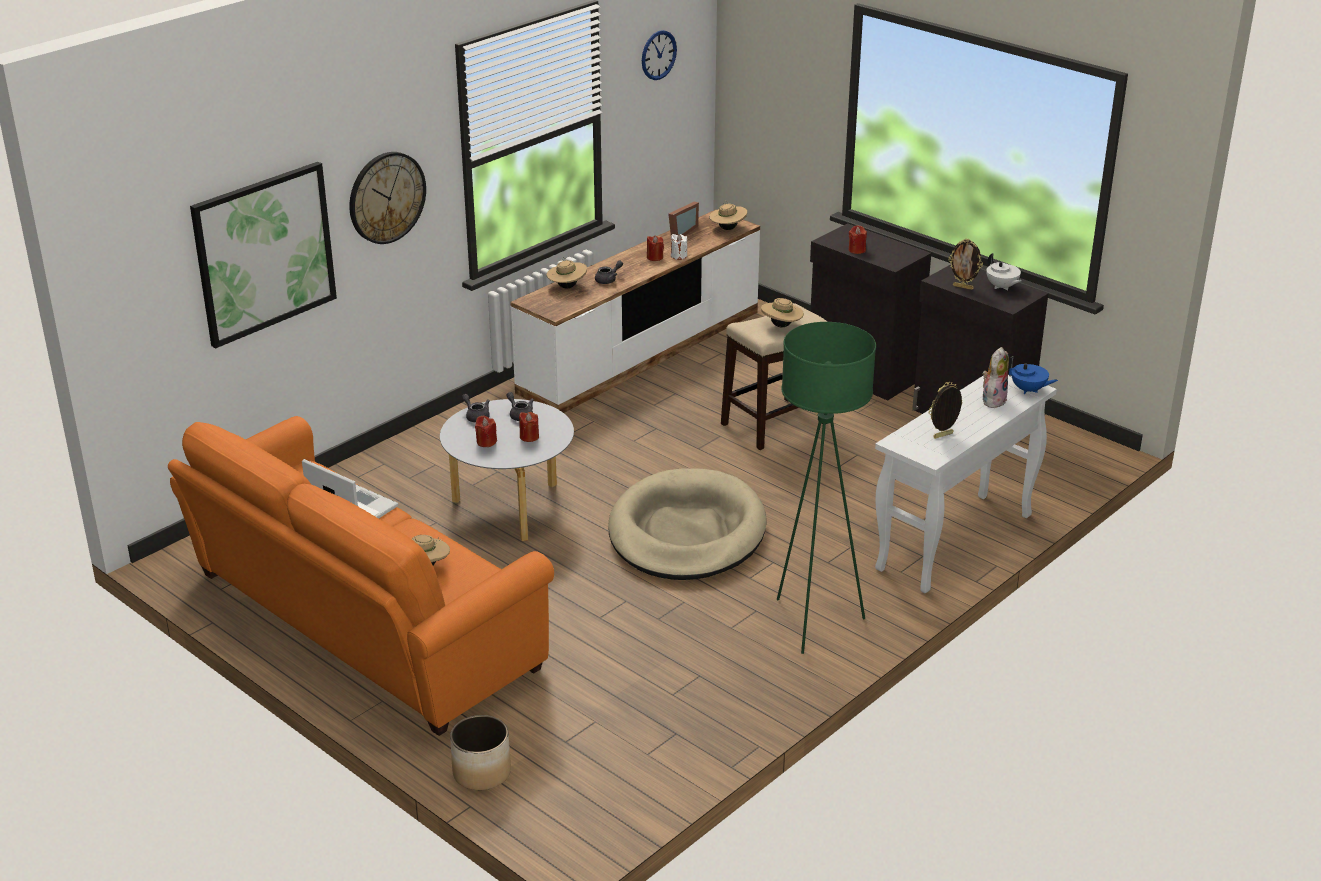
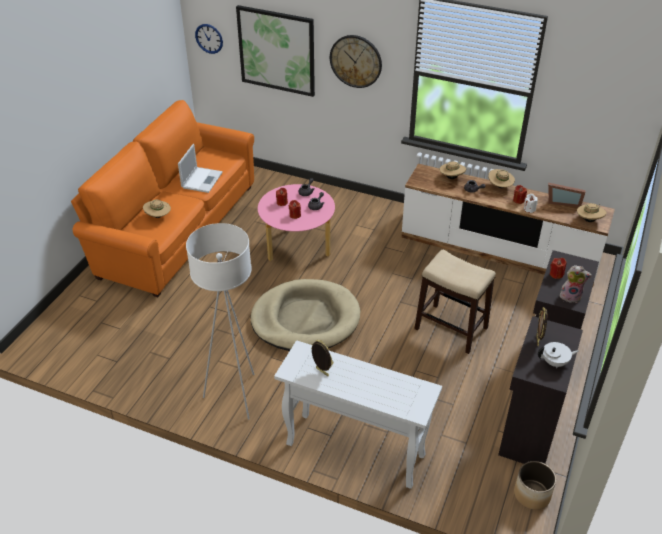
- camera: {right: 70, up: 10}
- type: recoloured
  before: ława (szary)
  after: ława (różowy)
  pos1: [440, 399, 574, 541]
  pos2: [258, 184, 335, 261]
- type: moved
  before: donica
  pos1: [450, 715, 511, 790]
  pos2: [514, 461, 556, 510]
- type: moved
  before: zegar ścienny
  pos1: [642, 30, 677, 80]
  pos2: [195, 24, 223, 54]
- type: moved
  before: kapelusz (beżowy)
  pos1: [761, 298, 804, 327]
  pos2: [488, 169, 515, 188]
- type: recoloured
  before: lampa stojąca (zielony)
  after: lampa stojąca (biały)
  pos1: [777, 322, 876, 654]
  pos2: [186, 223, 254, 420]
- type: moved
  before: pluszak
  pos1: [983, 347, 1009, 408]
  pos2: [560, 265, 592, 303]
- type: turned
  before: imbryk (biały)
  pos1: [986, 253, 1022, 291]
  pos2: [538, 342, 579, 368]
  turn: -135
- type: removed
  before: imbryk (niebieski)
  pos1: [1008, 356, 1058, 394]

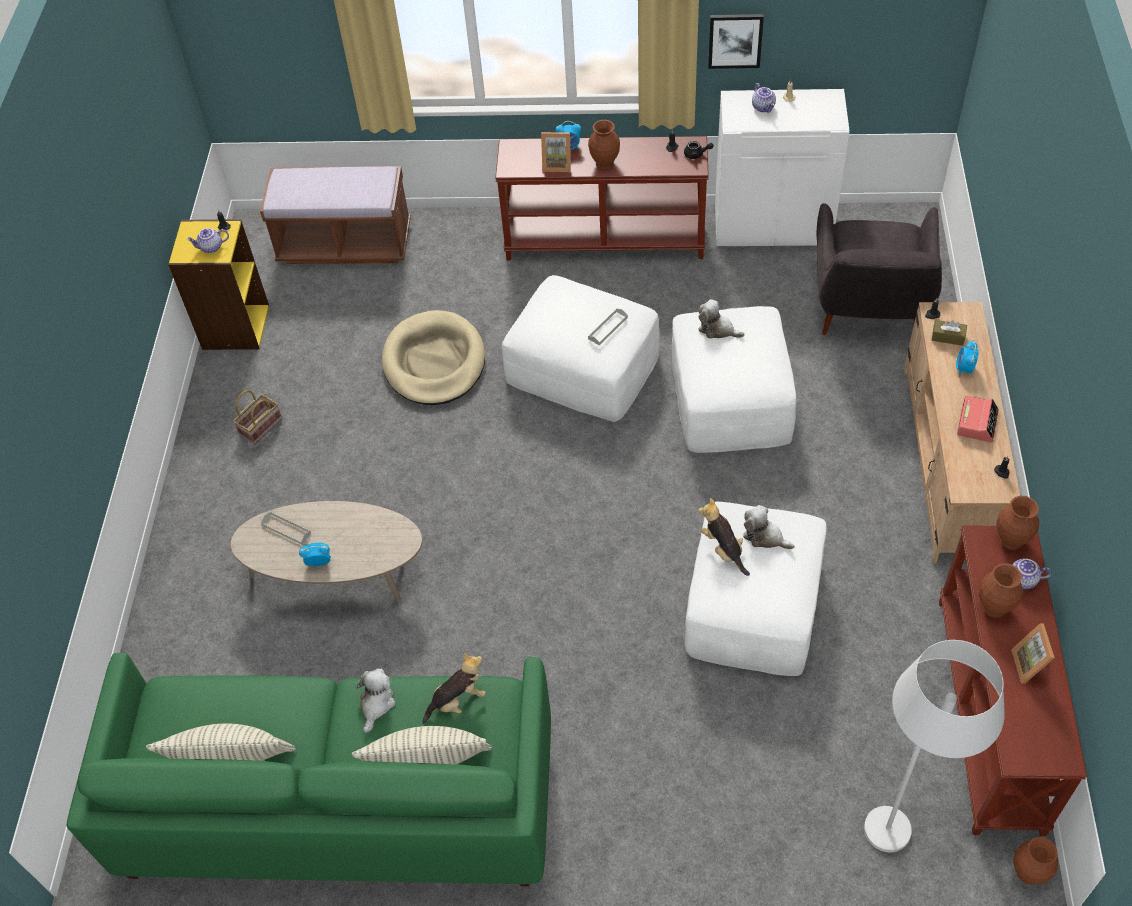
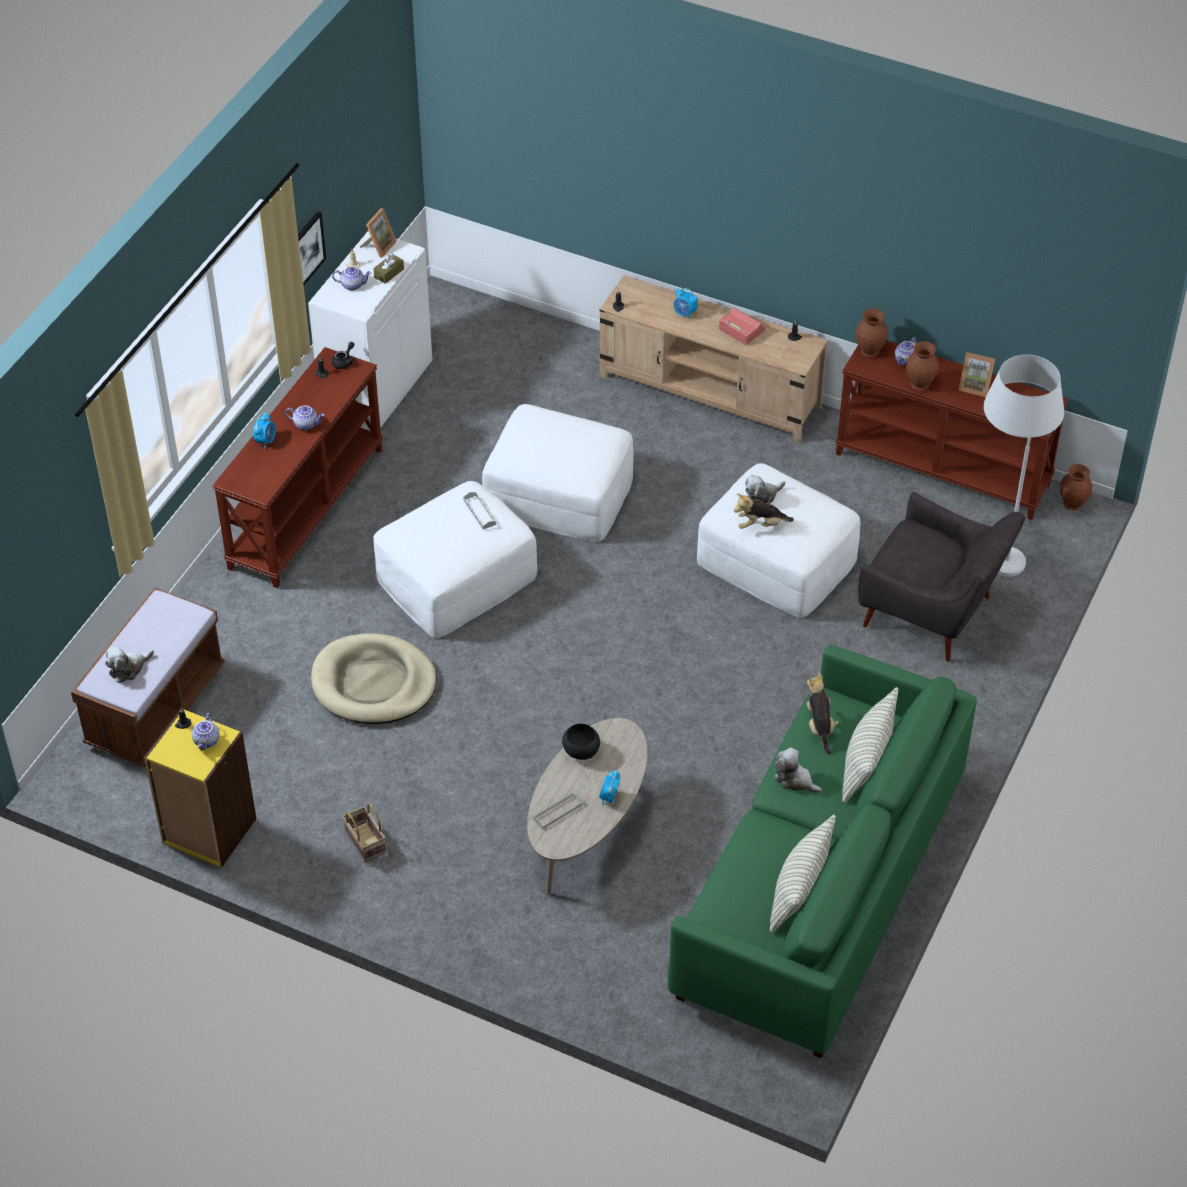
- camera: {right: -70, up: -5}
- type: moved
  before: ramka na zdjęcie
  pos1: [541, 132, 571, 172]
  pos2: [360, 208, 397, 258]
- type: replaced
  before: wazon (brązowy)
  after: imbryk
  pos1: [588, 120, 620, 169]
  pos2: [285, 405, 324, 430]
- type: moved
  before: pluszak
  pos1: [698, 299, 744, 339]
  pos2: [105, 646, 154, 683]
- type: moved
  before: fotel (szary)
  pos1: [816, 203, 942, 335]
  pos2: [858, 492, 1025, 662]
- type: moved
  before: pudełko chusteczek (brązowy)
  pos1: [932, 320, 967, 346]
  pos2: [373, 254, 404, 284]
- type: added
  after: miska (czarny)
  pos2: [562, 723, 600, 760]

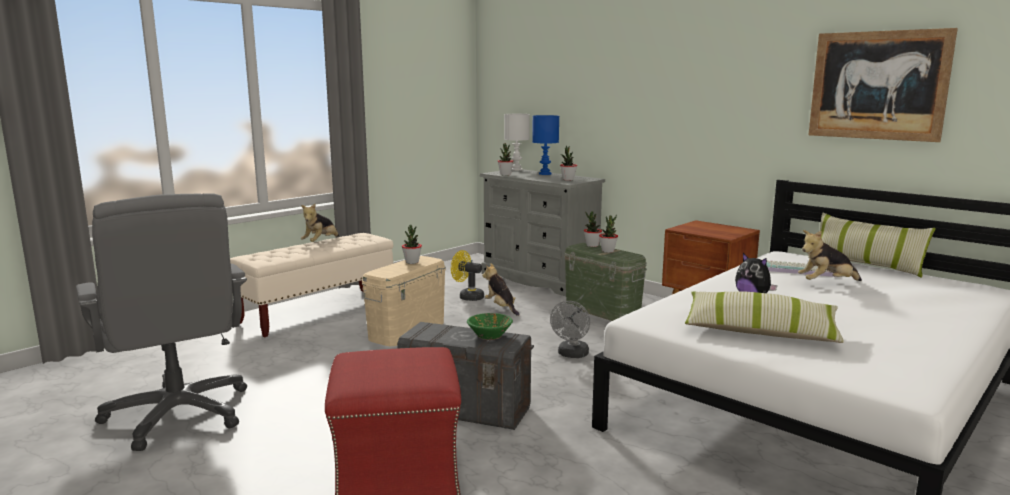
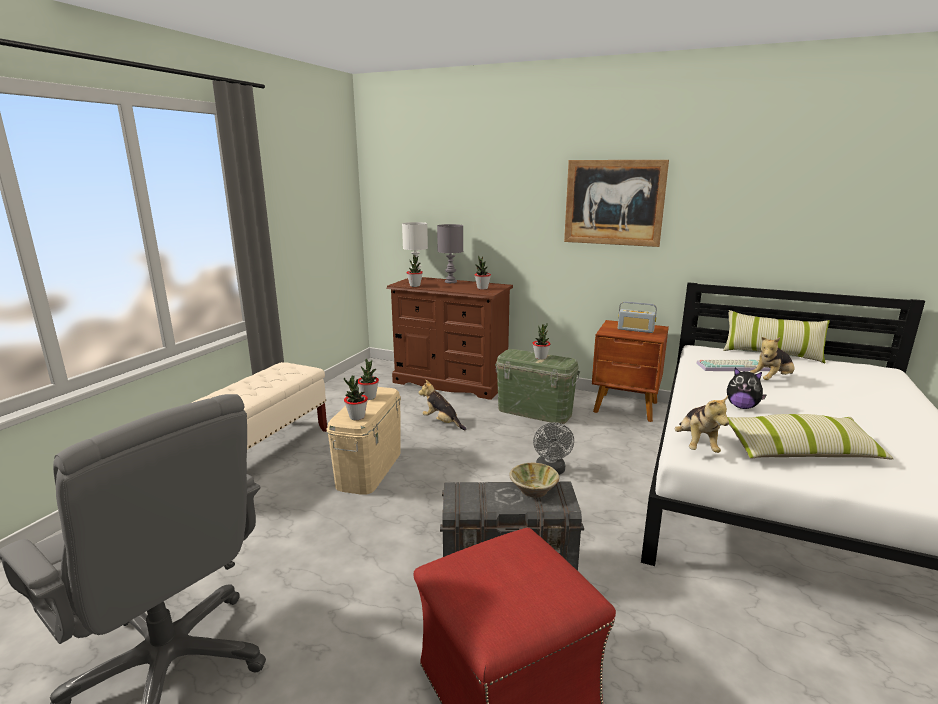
- camera: {right: -20, up: 5}
- type: moved
  before: pluszak
  pos1: [301, 204, 339, 242]
  pos2: [675, 396, 729, 453]
- type: removed
  before: wentylator (żółty)
  pos1: [451, 250, 484, 301]
- type: recoloured
  before: miska (zielony)
  after: miska (beżowy)
  pos1: [467, 313, 513, 340]
  pos2: [509, 463, 559, 498]
- type: recoloured
  before: komoda (szary)
  after: komoda (brązowy)
  pos1: [479, 169, 605, 296]
  pos2: [387, 277, 513, 400]
- type: recoloured
  before: lampa stołowa (niebieski)
  after: lampa stołowa (szary)
  pos1: [532, 115, 559, 175]
  pos2: [437, 224, 463, 283]
- type: moved
  before: roślina doniczkowa
  pos1: [584, 211, 602, 247]
  pos2: [344, 376, 368, 420]
- type: moved
  before: obraz
  pos1: [809, 28, 958, 142]
  pos2: [564, 160, 669, 247]
- type: added
  after: radio
  pos2: [618, 301, 657, 333]

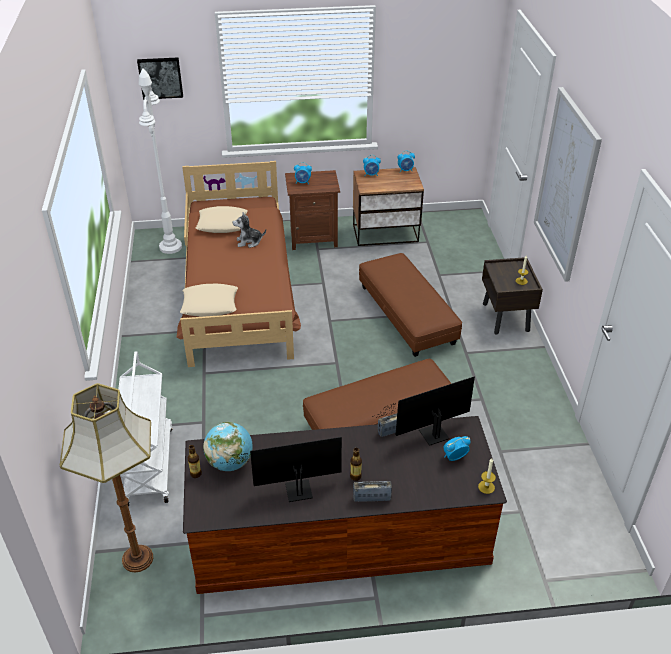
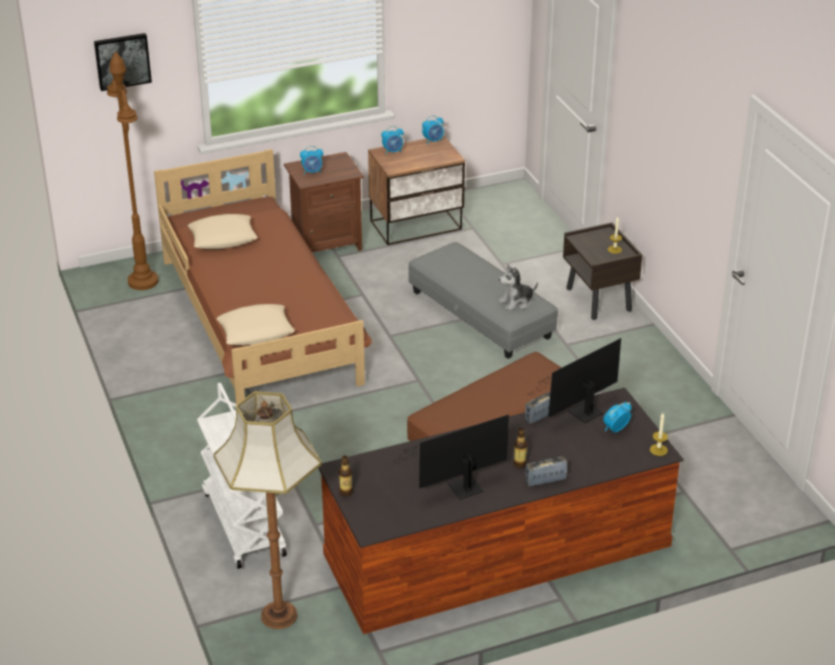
- camera: {right: -15, up: -5}
- type: recoloured
  before: lampa stojąca (biały)
  after: lampa stojąca (brązowy)
  pos1: [139, 68, 182, 254]
  pos2: [107, 51, 159, 290]
- type: removed
  before: globus
  pos1: [203, 422, 253, 471]
- type: moved
  before: pluszak
  pos1: [232, 212, 266, 248]
  pos2: [499, 264, 538, 311]
- type: recoloured
  before: pufa (brązowy)
  after: pufa (szary)
  pos1: [359, 253, 462, 357]
  pos2: [408, 242, 558, 359]
- type: removed
  before: obraz
  pos1: [534, 87, 602, 282]

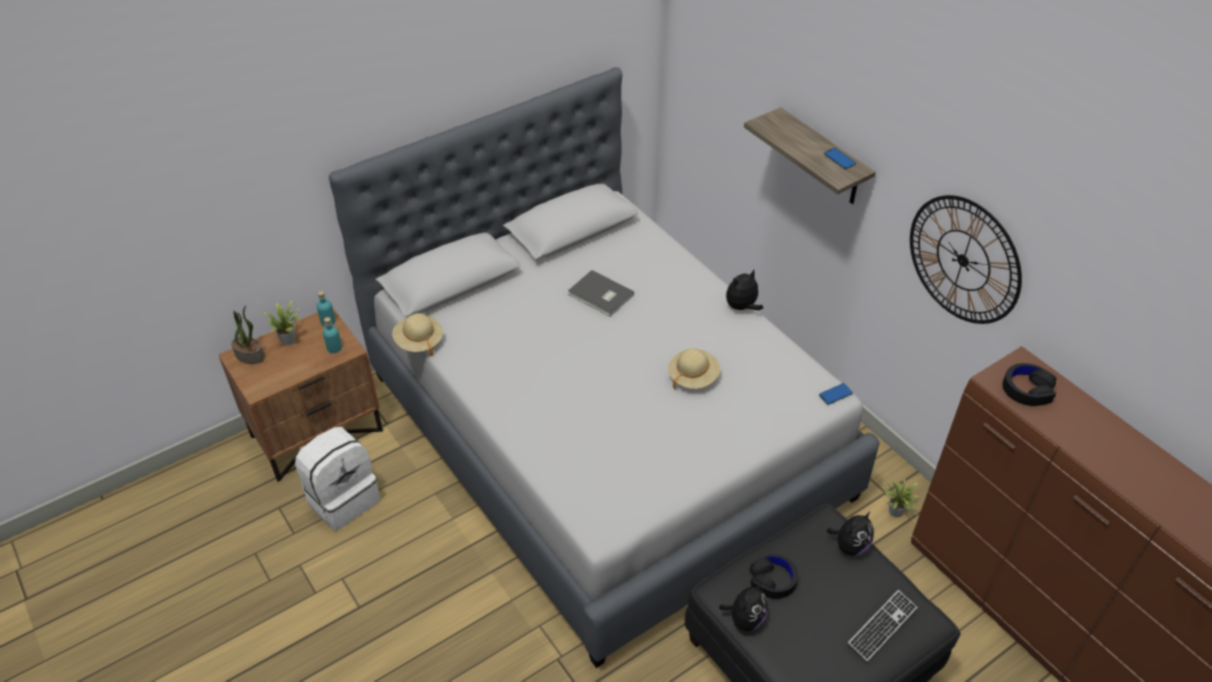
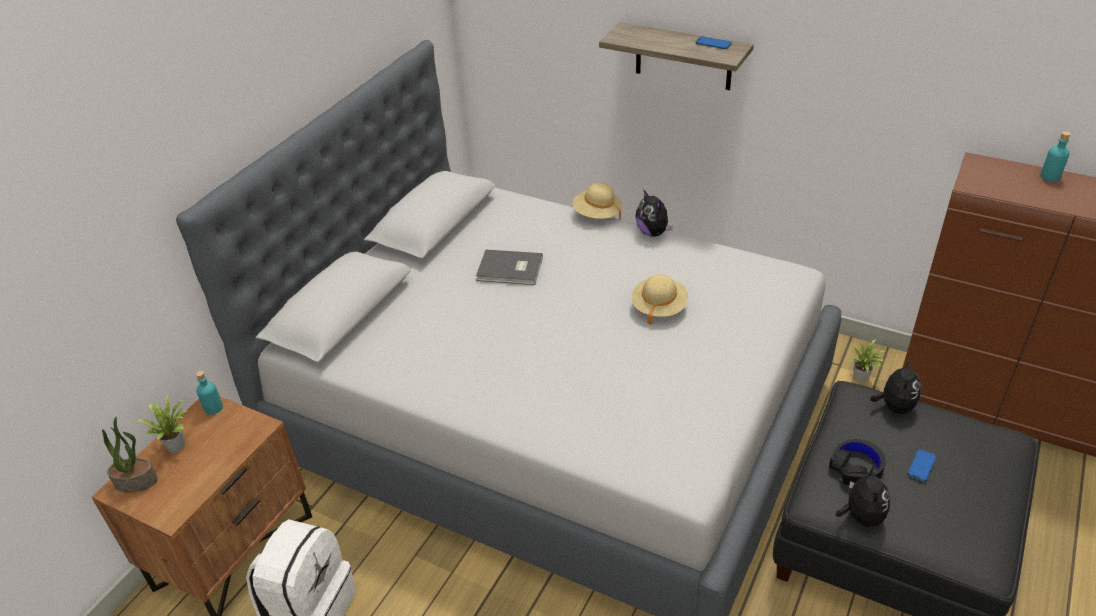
- camera: {right: -25, up: -5}
- type: moved
  before: butelka (turkusowy)
  pos1: [323, 317, 342, 353]
  pos2: [1040, 131, 1071, 182]
- type: moved
  before: kapelusz (beżowy)
  pos1: [392, 313, 443, 356]
  pos2: [573, 183, 622, 220]
- type: turned
  before: pluszak
  pos1: [726, 270, 763, 310]
  pos2: [635, 190, 673, 237]
  turn: -60
- type: moved
  before: telefon
  pos1: [819, 383, 853, 405]
  pos2: [907, 449, 937, 482]
- type: removed
  before: klawiatura
  pos1: [848, 590, 918, 661]
- type: removed
  before: zegar ścienny
  pos1: [910, 195, 1022, 324]
- type: removed
  before: słuchawki (czarny)
  pos1: [1002, 363, 1057, 406]

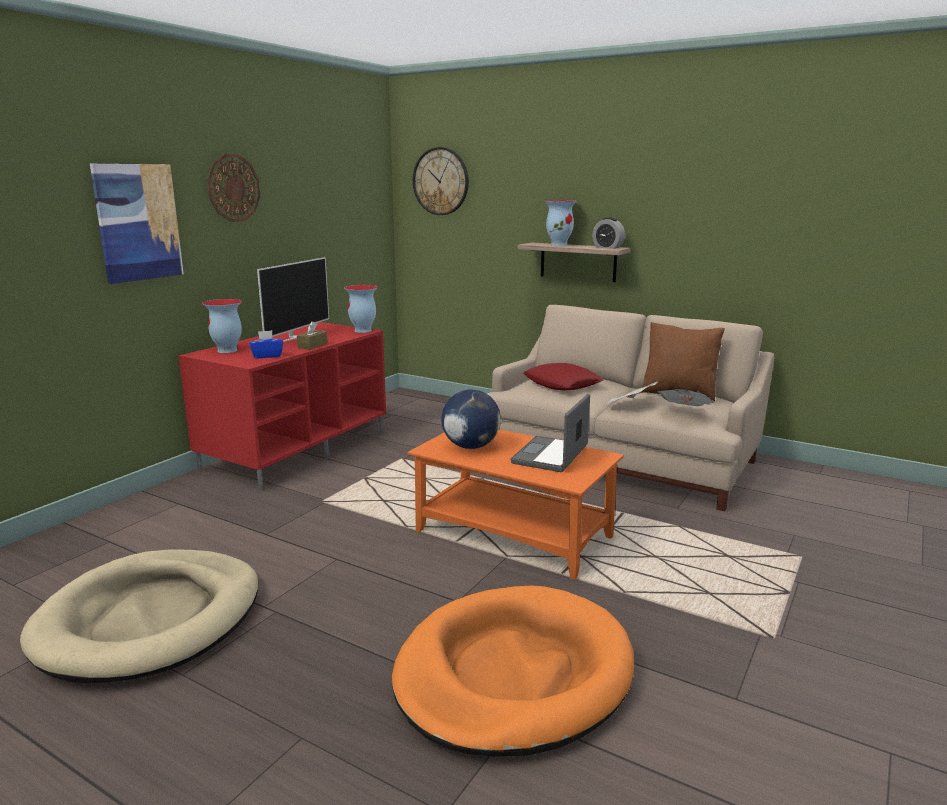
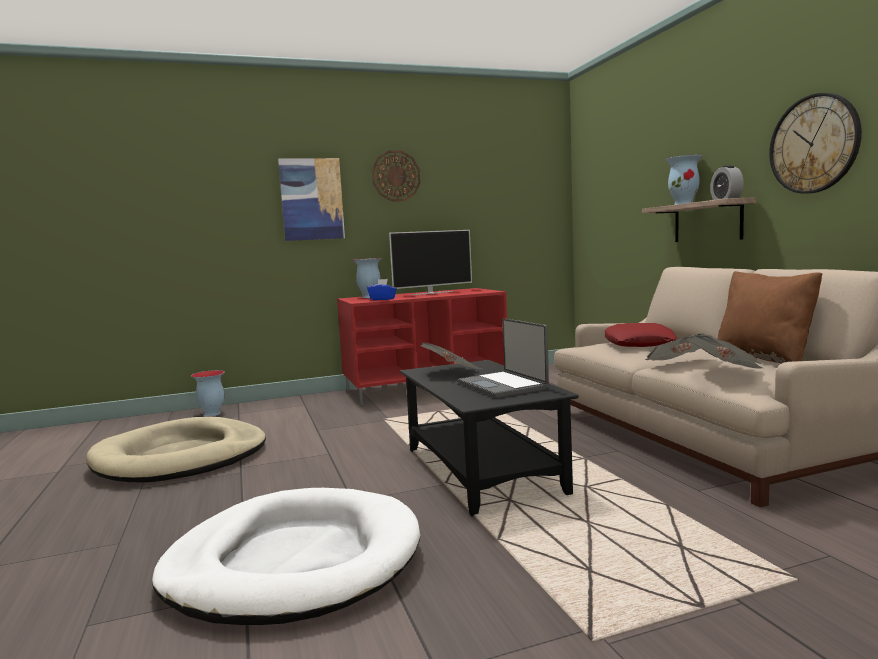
- camera: {right: 40, up: -10}
- type: removed
  before: pudełko chusteczek (brązowy)
  pos1: [297, 321, 327, 350]
- type: moved
  before: wazon
  pos1: [344, 285, 378, 333]
  pos2: [191, 370, 225, 417]
- type: recoloured
  before: legowisko (pomarańczowy)
  after: legowisko (biały)
  pos1: [392, 586, 634, 756]
  pos2: [152, 488, 420, 625]
- type: recoloured
  before: ława (pomarańczowy)
  after: ława (czarny)
  pos1: [408, 429, 624, 580]
  pos2: [400, 360, 579, 517]
- type: moved
  before: zegar ścienny
  pos1: [413, 147, 469, 215]
  pos2: [769, 93, 862, 194]
- type: replaced
  before: globus
  after: gazeta
  pos1: [441, 389, 501, 449]
  pos2: [420, 343, 482, 369]
- type: turned
  before: laptop
  pos1: [511, 394, 590, 472]
  pos2: [458, 318, 549, 398]
  turn: -90

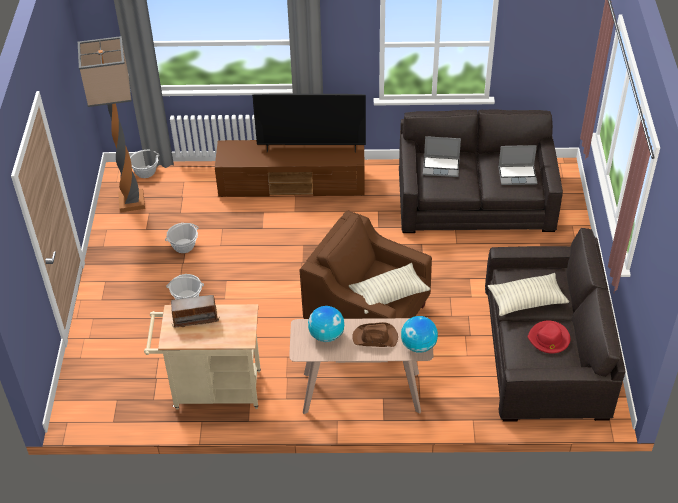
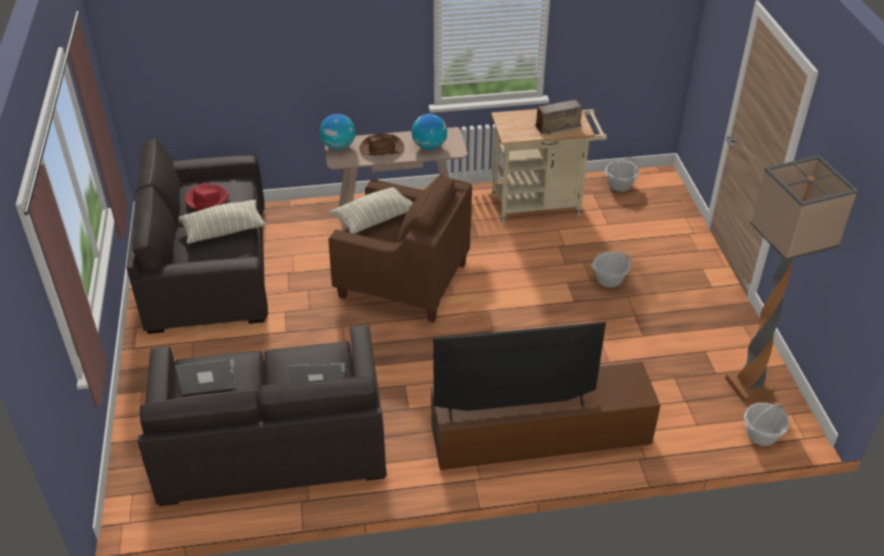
- camera: {right: 170, up: -5}
- type: moved
  before: koszyk
  pos1: [165, 223, 199, 253]
  pos2: [605, 157, 639, 192]

